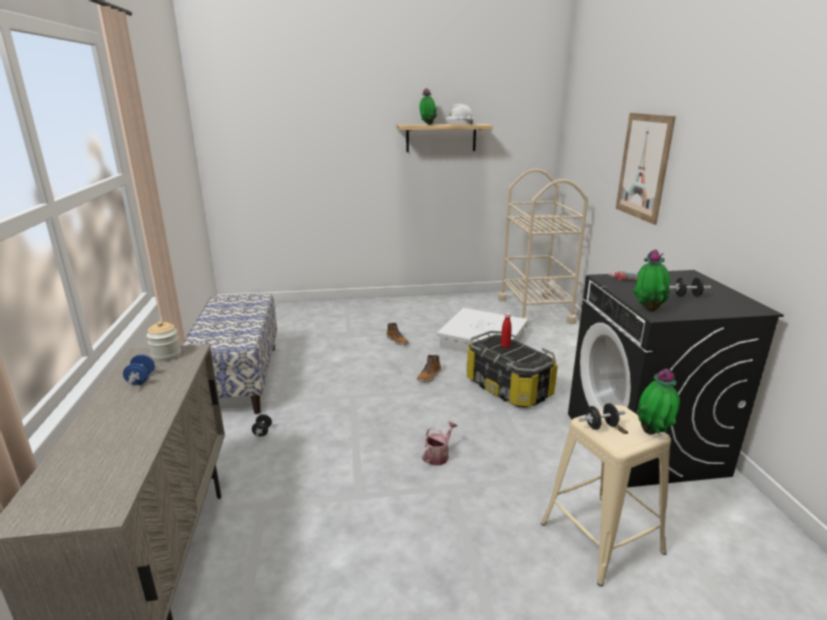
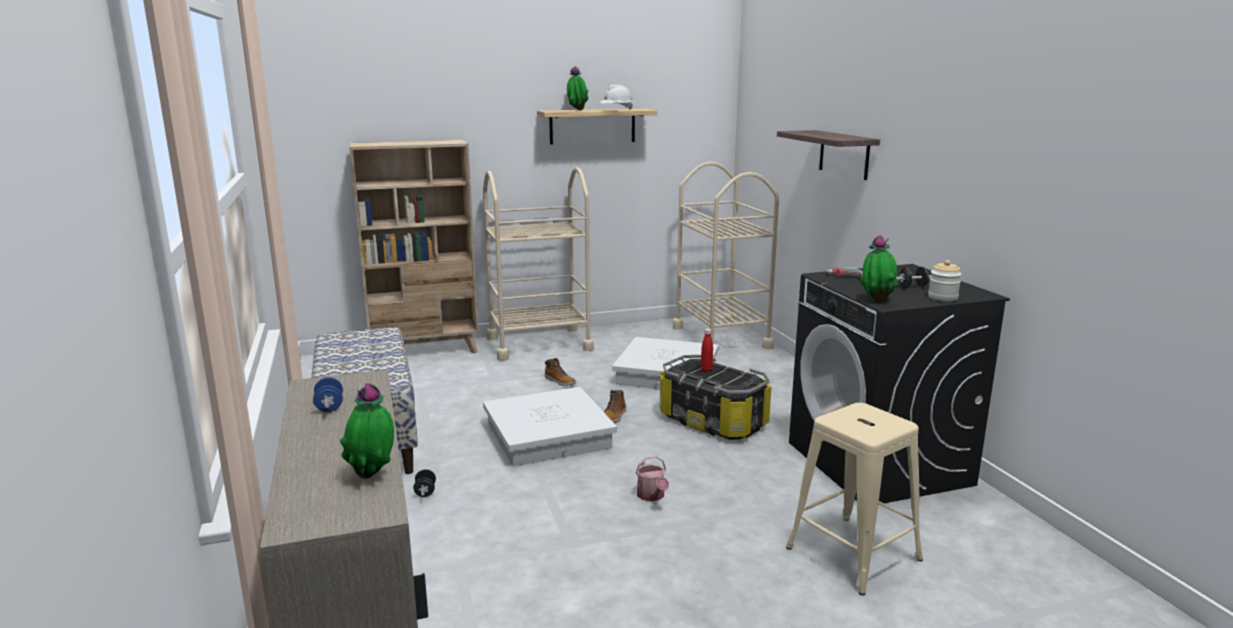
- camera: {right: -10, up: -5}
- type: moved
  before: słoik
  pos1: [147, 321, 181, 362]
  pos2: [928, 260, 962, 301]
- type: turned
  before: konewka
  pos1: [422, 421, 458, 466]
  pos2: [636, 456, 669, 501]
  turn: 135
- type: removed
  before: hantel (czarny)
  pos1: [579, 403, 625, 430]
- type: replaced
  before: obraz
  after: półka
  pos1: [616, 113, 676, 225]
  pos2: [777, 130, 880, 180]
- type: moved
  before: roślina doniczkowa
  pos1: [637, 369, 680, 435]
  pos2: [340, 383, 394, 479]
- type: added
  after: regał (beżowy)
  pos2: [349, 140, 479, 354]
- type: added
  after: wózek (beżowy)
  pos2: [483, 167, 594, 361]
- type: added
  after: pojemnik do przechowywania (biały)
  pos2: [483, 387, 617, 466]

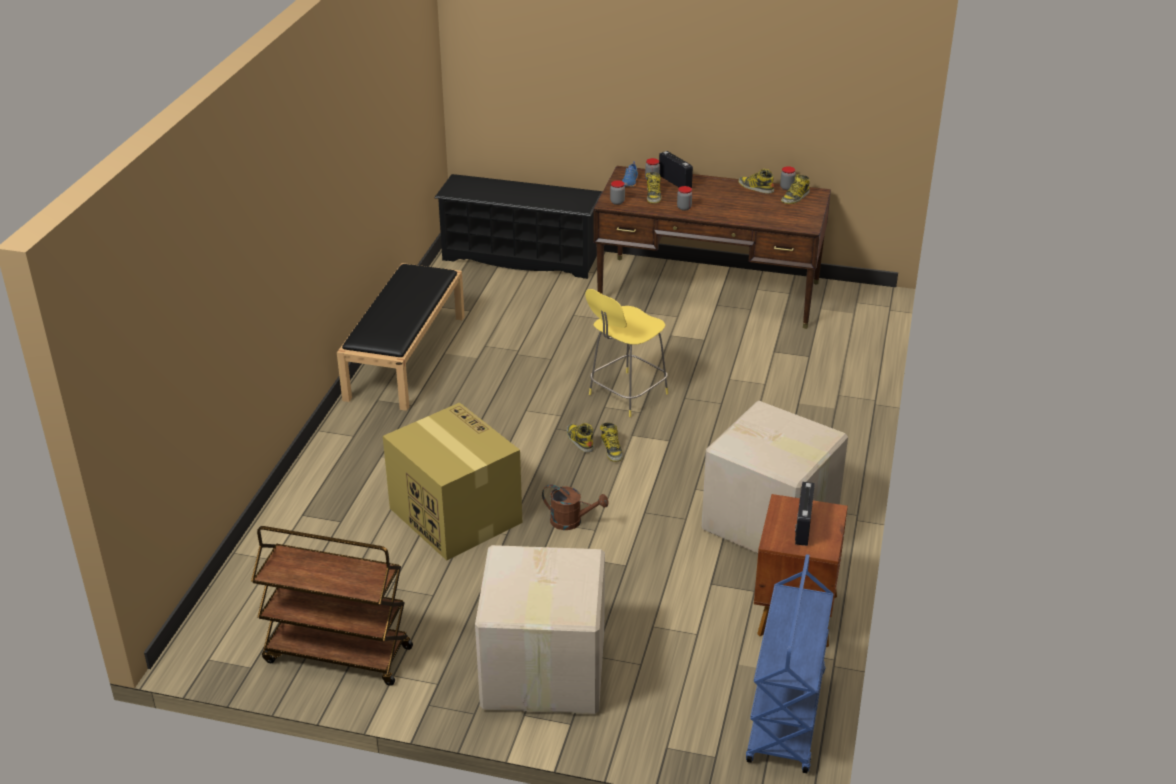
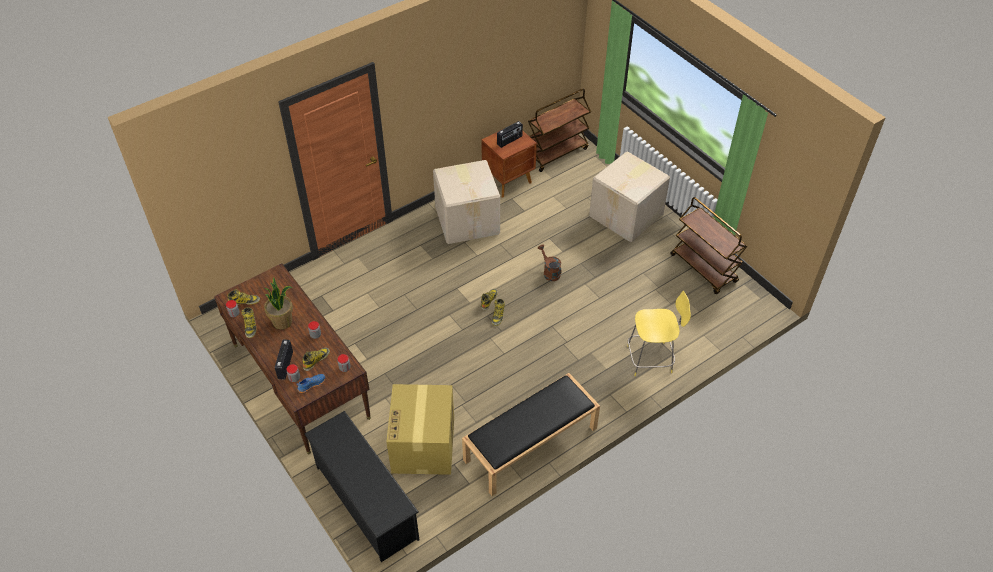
- camera: {right: -140, up: 15}
- type: moved
  before: karton
  pos1: [383, 402, 522, 560]
  pos2: [386, 384, 454, 475]
- type: moved
  before: stołek (żółty)
  pos1: [585, 289, 668, 417]
  pos2: [627, 291, 691, 376]
- type: recoloured
  before: wózek (niebieski)
  after: wózek (brązowy)
  pos1: [746, 554, 833, 773]
  pos2: [528, 89, 591, 172]
- type: added
  after: roślina doniczkowa
  pos2: [264, 277, 293, 330]

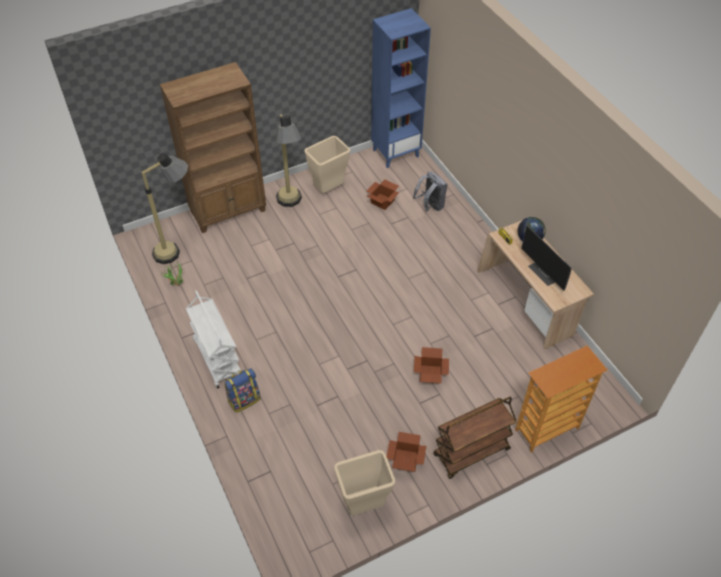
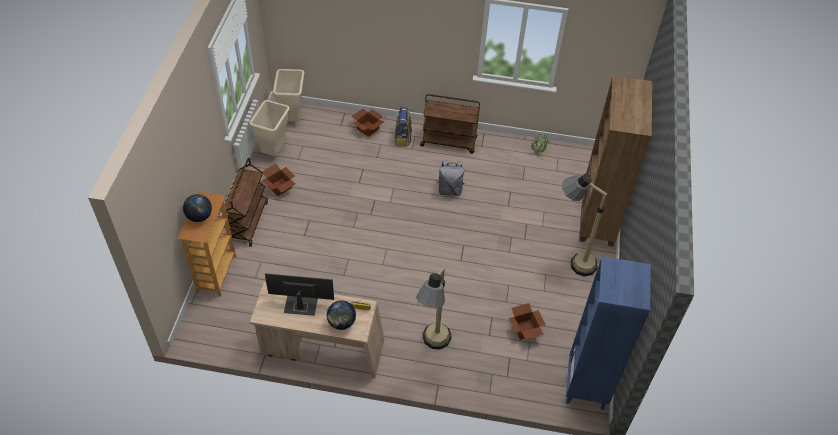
- camera: {right: 125, up: 0}
- type: moved
  before: lampa stojąca
  pos1: [141, 153, 188, 264]
  pos2: [416, 267, 452, 349]
- type: recoloured
  before: wózek (biały)
  after: wózek (brązowy)
  pos1: [186, 290, 241, 389]
  pos2: [420, 94, 480, 154]
- type: moved
  before: kosz na śmieci (beżowy)
  pos1: [304, 136, 350, 193]
  pos2: [273, 69, 304, 122]
- type: moved
  before: plecak (szary)
  pos1: [413, 171, 447, 212]
  pos2: [437, 160, 465, 196]
- type: moved
  before: karton
  pos1: [414, 347, 449, 383]
  pos2: [351, 108, 385, 137]
- type: added
  after: globus
  pos2: [183, 194, 212, 222]

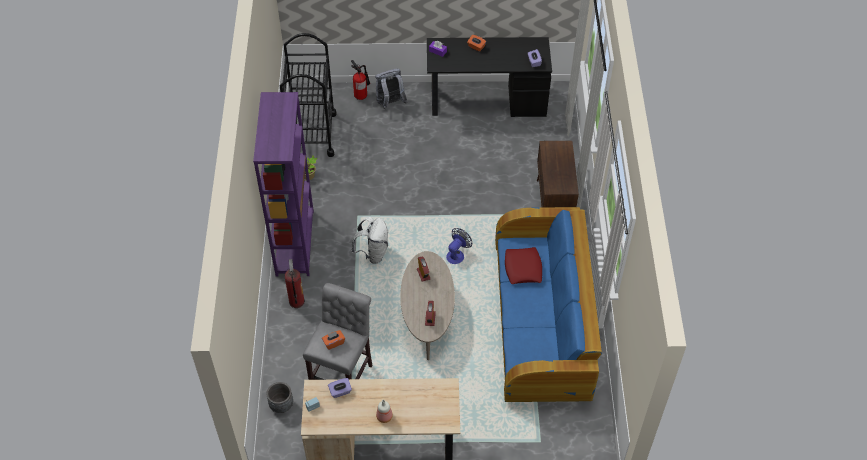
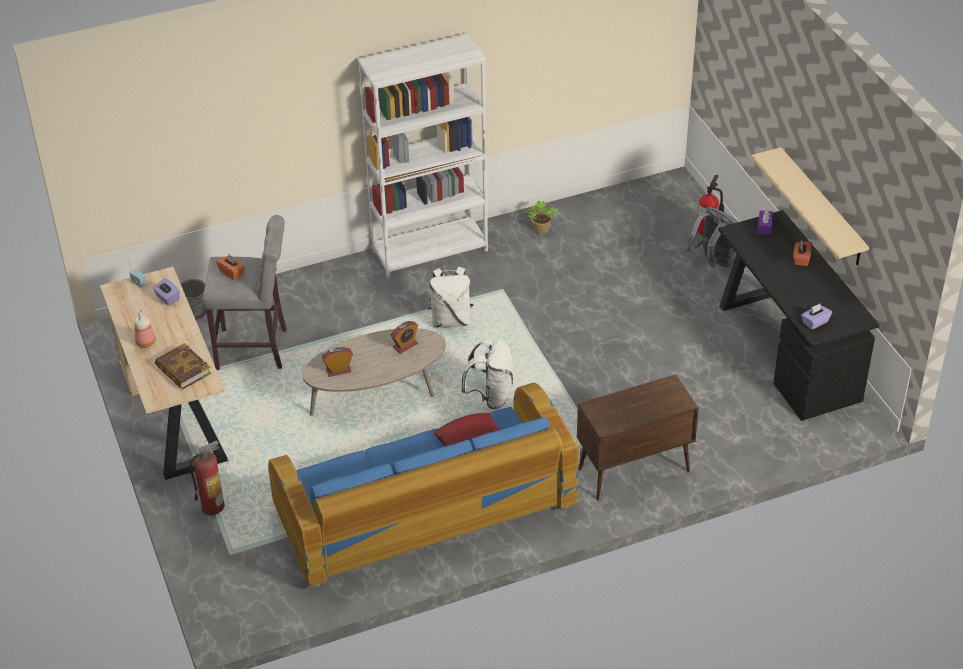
- camera: {right: 70, up: -10}
- type: recoloured
  before: regał (fioletowy)
  after: regał (biały)
  pos1: [253, 92, 314, 277]
  pos2: [358, 33, 488, 278]
- type: removed
  before: wózek (czarny)
  pos1: [280, 33, 337, 157]
- type: moved
  before: gaśnica
  pos1: [285, 259, 305, 308]
  pos2: [190, 440, 225, 516]
- type: replaced
  before: wentylator
  after: plecak (biały)
  pos1: [446, 228, 472, 264]
  pos2: [461, 339, 514, 409]
- type: added
  after: książka
  pos2: [155, 343, 211, 390]
- type: added
  after: półka (beżowy)
  pos2: [751, 147, 869, 266]

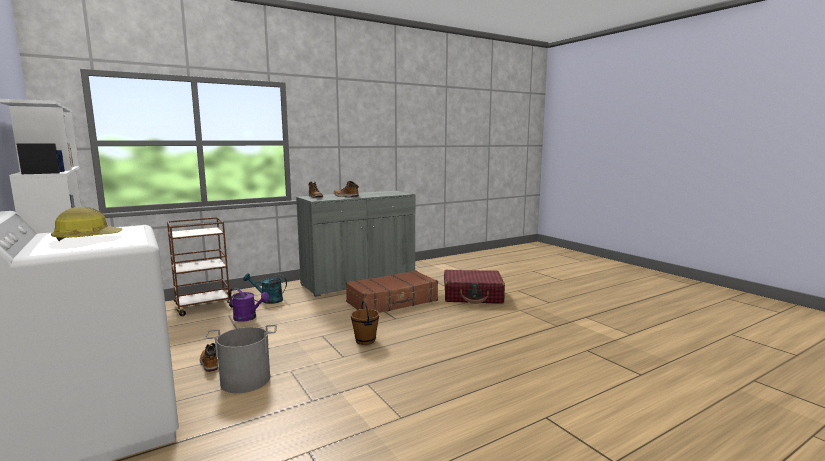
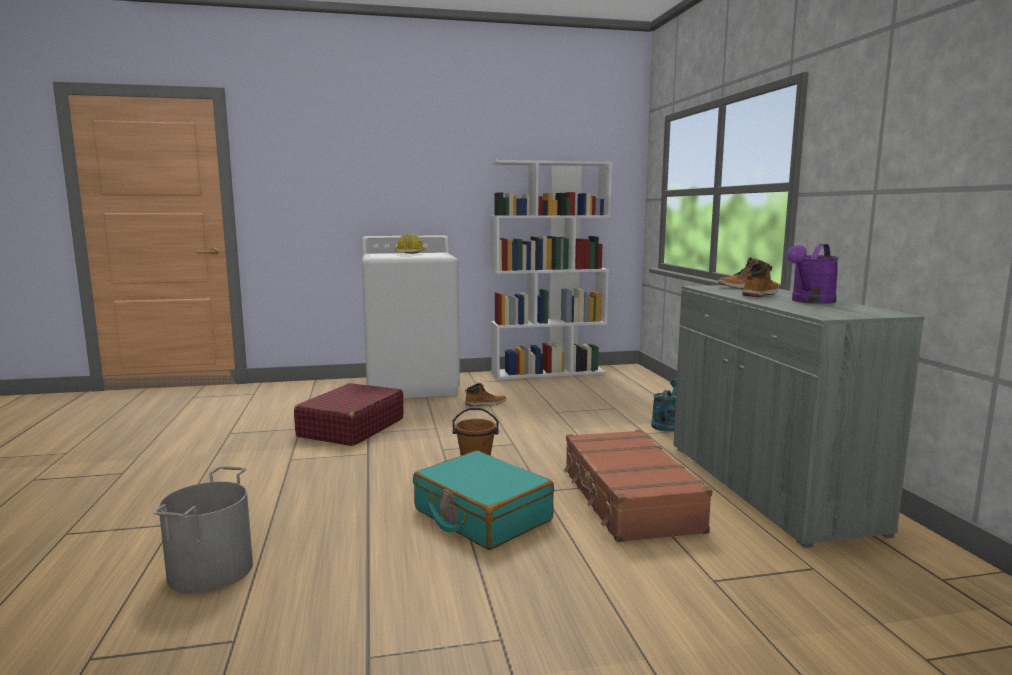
- camera: {right: 110, up: 0}
- type: removed
  before: wózek (brązowy)
  pos1: [167, 217, 233, 316]
- type: moved
  before: wiadro (szary)
  pos1: [204, 325, 277, 393]
  pos2: [153, 466, 253, 594]
- type: moved
  before: konewka (fioletowy)
  pos1: [229, 288, 270, 322]
  pos2: [787, 244, 839, 304]
- type: moved
  before: walizka (czerwony)
  pos1: [444, 270, 505, 304]
  pos2: [294, 383, 404, 446]
- type: added
  after: walizka (turkusowy)
  pos2: [413, 451, 554, 550]

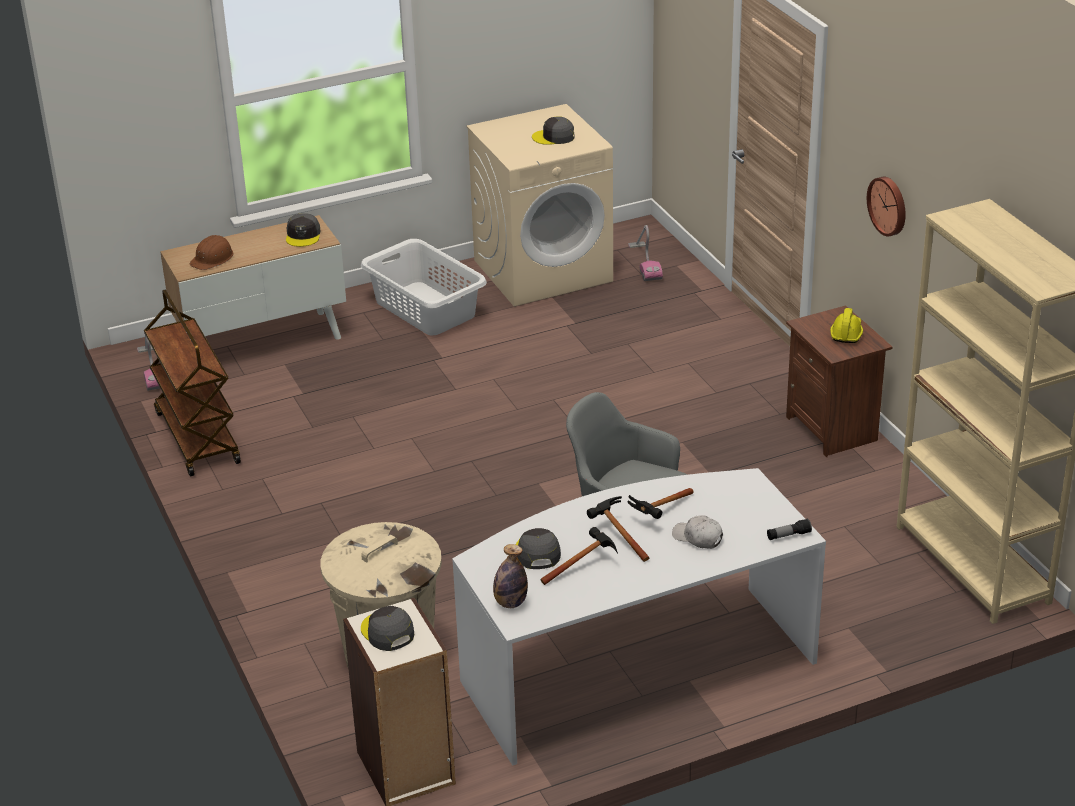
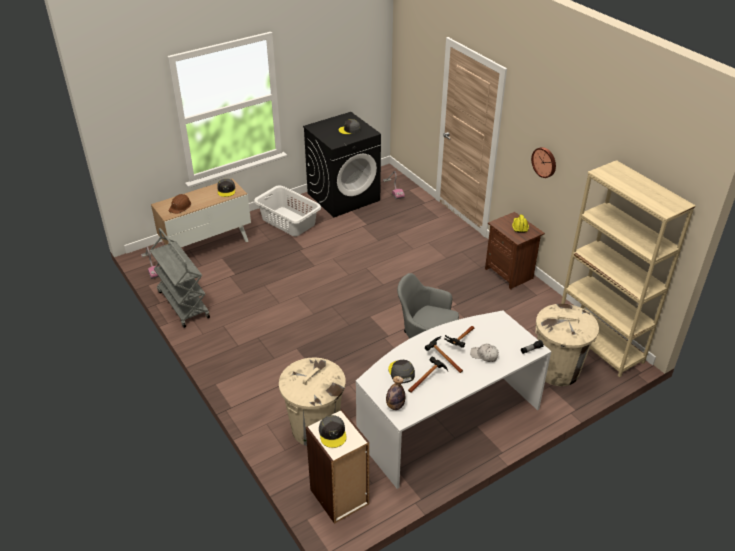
- camera: {right: -10, up: 5}
- type: recoloured
  before: wózek (brązowy)
  after: wózek (szary)
  pos1: [144, 289, 241, 477]
  pos2: [150, 228, 210, 328]
- type: turned
  before: czapka z daszkiem (szary)
  pos1: [361, 606, 415, 651]
  pos2: [319, 415, 347, 448]
  turn: -150
- type: recoloured
  before: pralka (beżowy)
  after: pralka (czarny)
  pos1: [466, 104, 613, 307]
  pos2: [303, 112, 381, 217]
- type: added
  after: kosz na śmieci (beżowy)
  pos2: [535, 304, 599, 386]

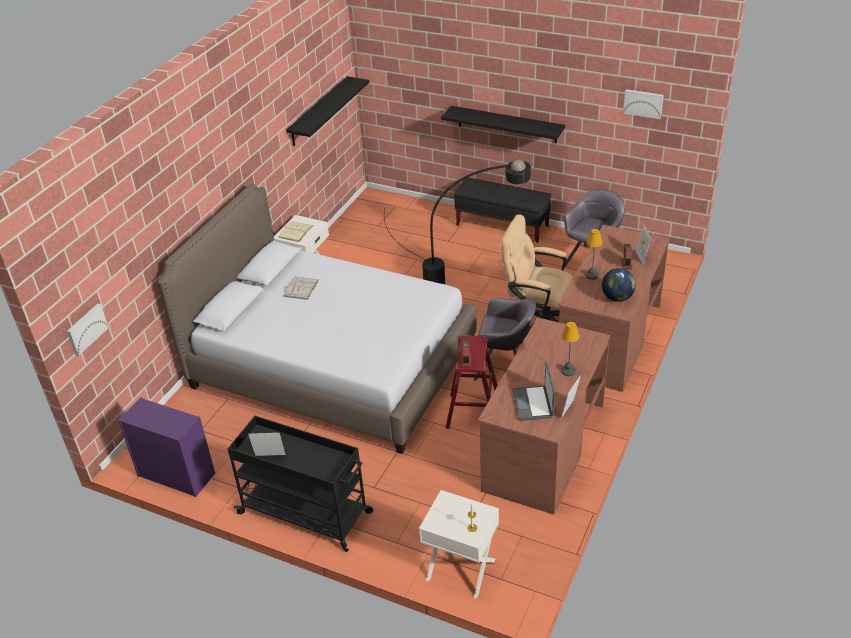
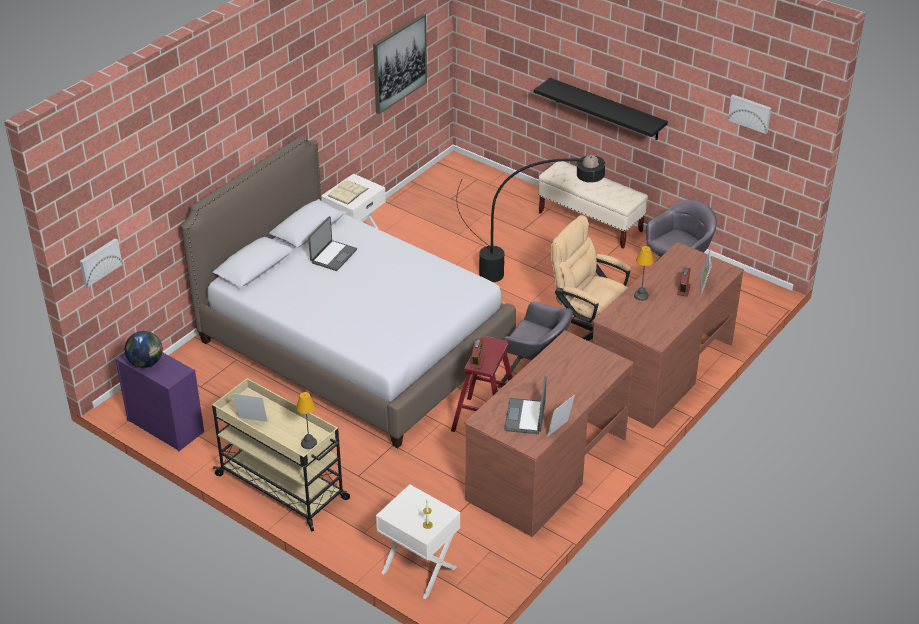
- camera: {right: 10, up: 0}
- type: recoloured
  before: wózek (czarny)
  after: wózek (beżowy)
  pos1: [228, 416, 373, 552]
  pos2: [212, 378, 350, 531]
- type: replaced
  before: książka (biały)
  after: laptop
  pos1: [283, 277, 319, 300]
  pos2: [308, 216, 357, 271]
- type: replaced
  before: półka (czarny)
  after: obraz
  pos1: [286, 76, 369, 146]
  pos2: [373, 14, 427, 114]
- type: recoloured
  before: ławka (czarny)
  after: ławka (beżowy)
  pos1: [454, 178, 551, 243]
  pos2: [538, 161, 648, 249]
- type: moved
  before: lampa stołowa
  pos1: [561, 322, 580, 376]
  pos2: [296, 392, 317, 449]
- type: moved
  before: globus
  pos1: [602, 268, 636, 302]
  pos2: [125, 331, 163, 368]

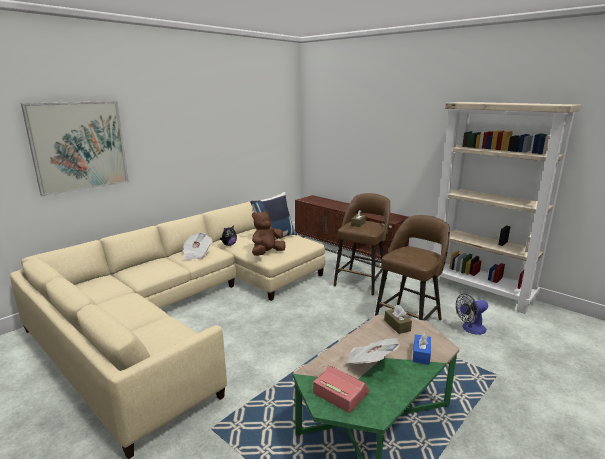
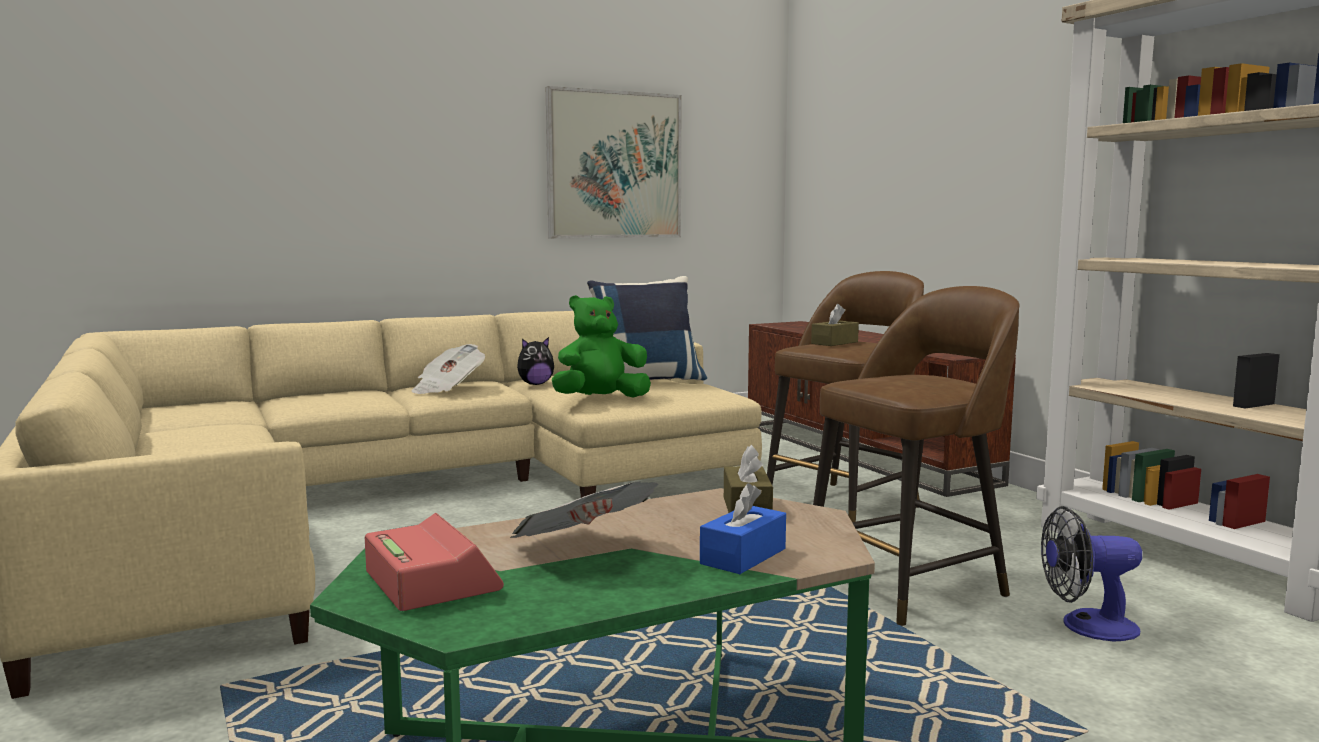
- camera: {right: 20, up: -10}
- type: moved
  before: obraz
  pos1: [21, 101, 129, 196]
  pos2: [546, 86, 681, 239]
- type: recoloured
  before: pluszak (brązowy)
  after: pluszak (zielony)
  pos1: [252, 211, 286, 256]
  pos2: [552, 295, 651, 398]

